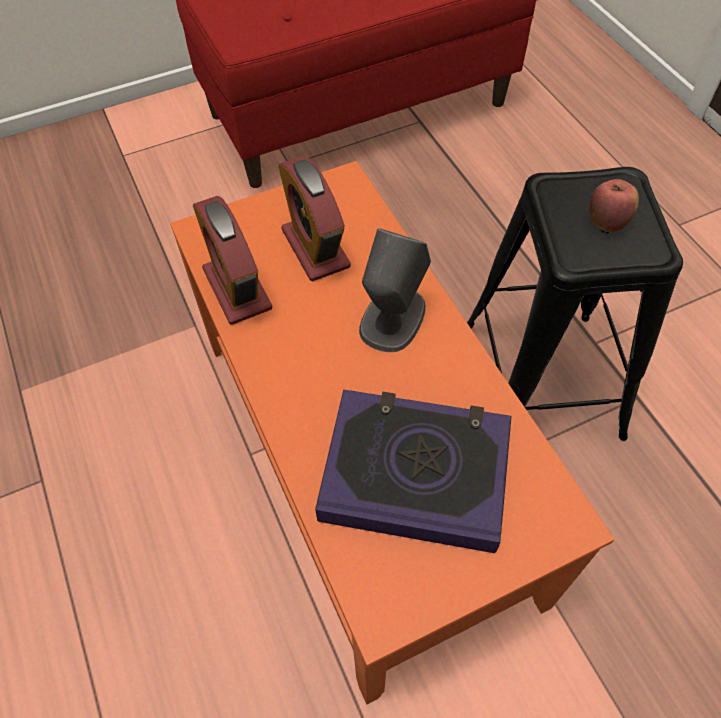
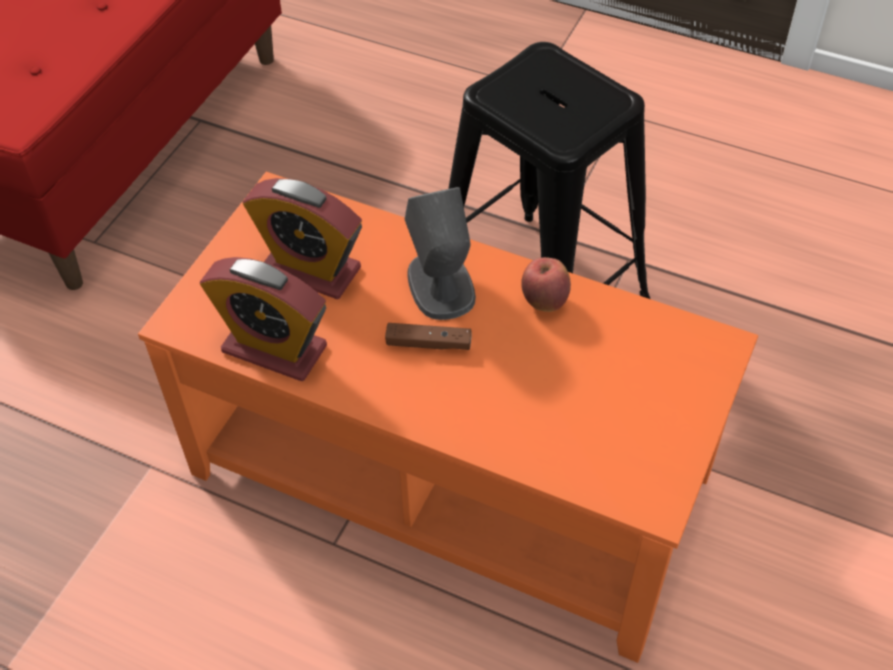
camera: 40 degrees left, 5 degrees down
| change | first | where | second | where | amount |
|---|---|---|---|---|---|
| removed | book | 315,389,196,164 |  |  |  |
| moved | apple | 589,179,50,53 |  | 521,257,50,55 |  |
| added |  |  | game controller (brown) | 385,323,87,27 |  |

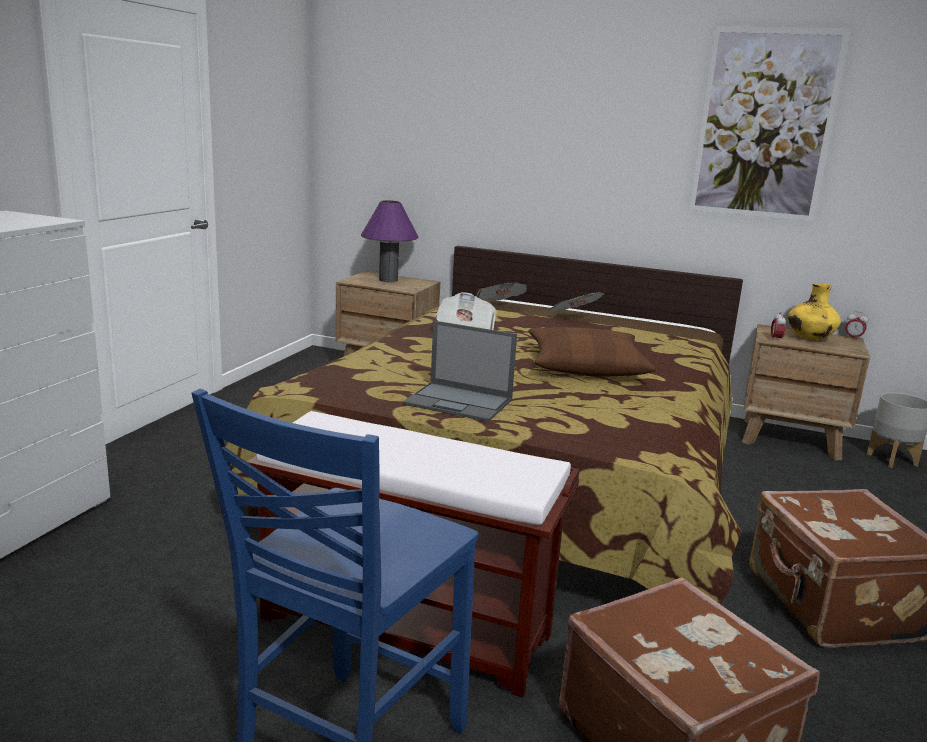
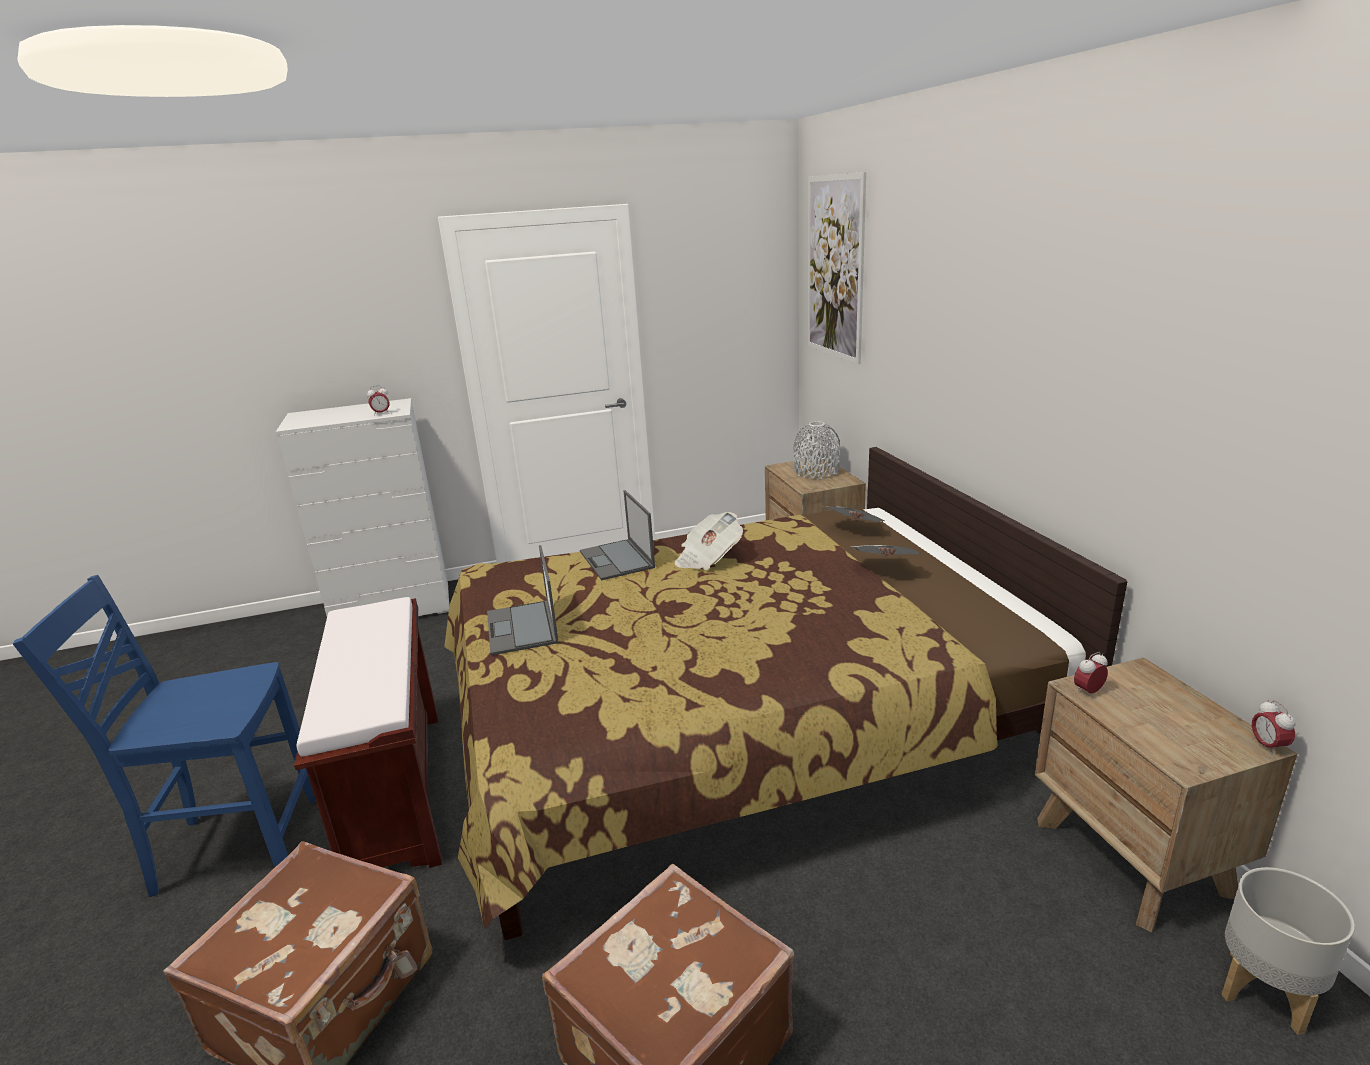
camera: 55 degrees right, 5 degrees up
| change | first | where | second | where | amount |
|---|---|---|---|---|---|
| replaced | table lamp (purple) | 361,200,57,82 | vase (grey) | 793,421,47,58 |  |
| removed | pillow (brown) | 528,327,128,50 |  |  |  |
| moved | picture | 689,26,161,196 |  | 807,172,59,192 |  |
| removed | vase (yellow) | 788,283,53,57 |  |  |  |
| added |  |  | alarm clock | 366,385,23,31 |  |
| added |  |  | laptop | 580,490,75,90 |  |

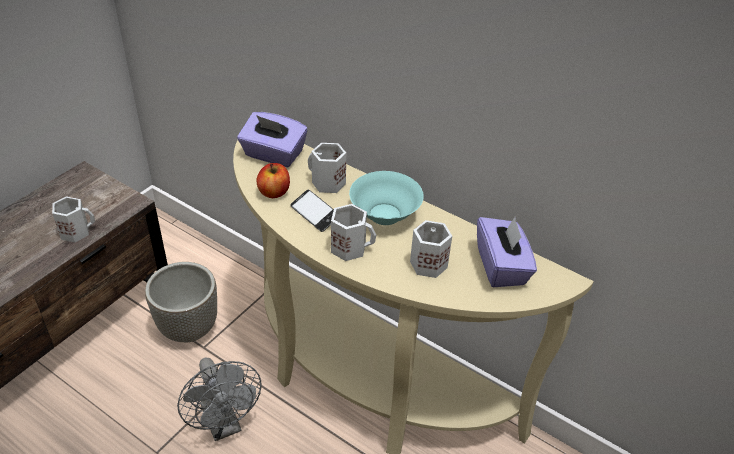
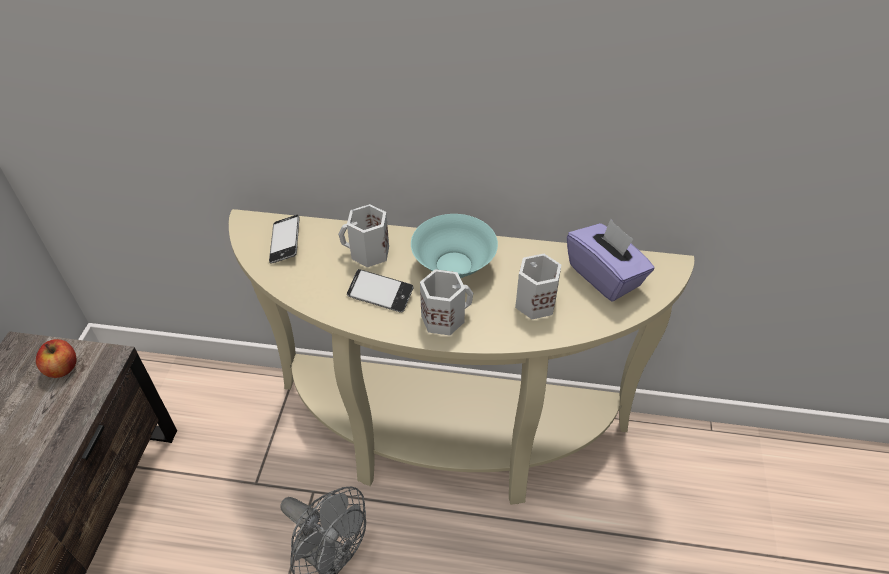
camera: 25 degrees left, 5 degrees up
| change | first | where | second | where | amount |
|---|---|---|---|---|---|
| removed | mug (white) | 52,196,43,46 |  |  |  |
| removed | planter | 145,262,72,80 |  |  |  |
| replaced | tissue box (purple) | 237,112,71,55 | phone | 269,215,31,49 |  |
| moved | apple | 256,163,34,35 |  | 36,339,41,39 |  |

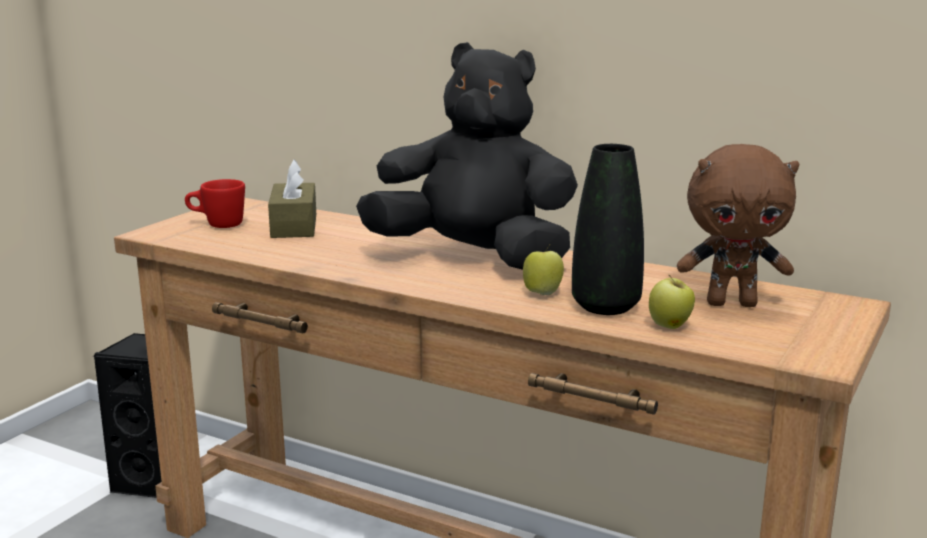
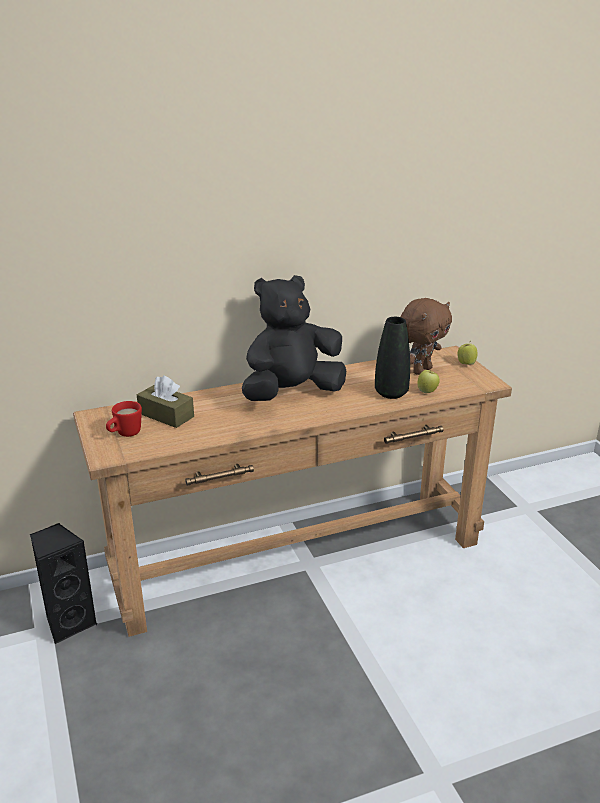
camera: 50 degrees left, 10 degrees up
| change | first | where | second | where | amount |
|---|---|---|---|---|---|
| moved | apple | 523,245,41,50 |  | 457,343,21,22 |  |

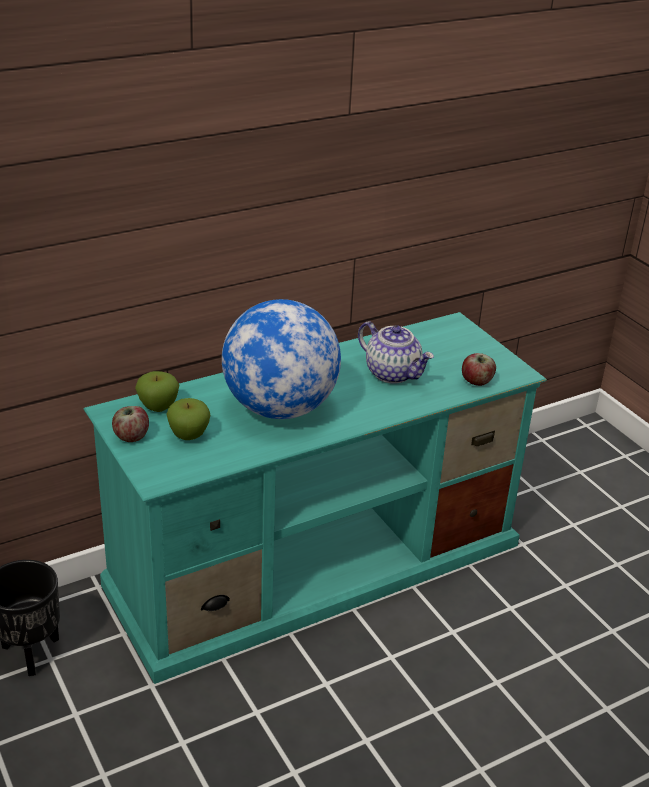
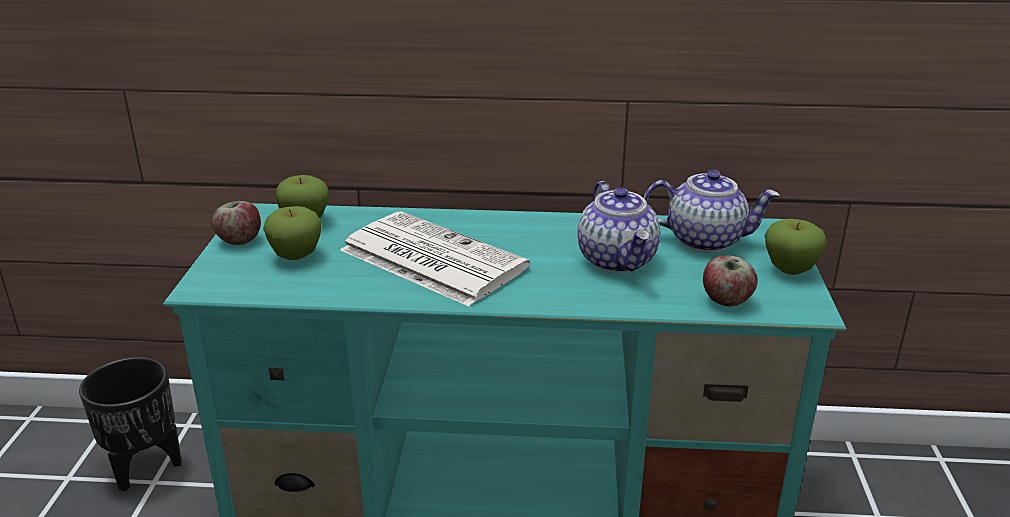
camera: 35 degrees right, 5 degrees down
| change | first | where | second | where | amount |
|---|---|---|---|---|---|
| replaced | globe | 222,299,119,120 | newspaper | 340,212,190,94 |  |
| added |  |  | teapot | 643,170,136,82 |  |
| added |  |  | apple | 765,219,62,56 |  |

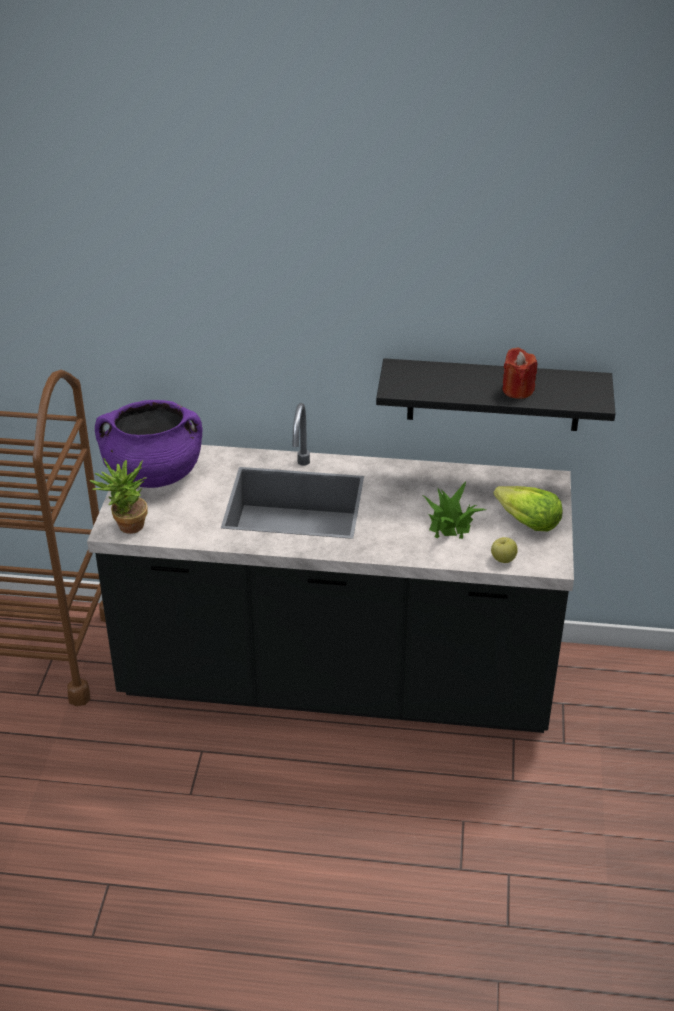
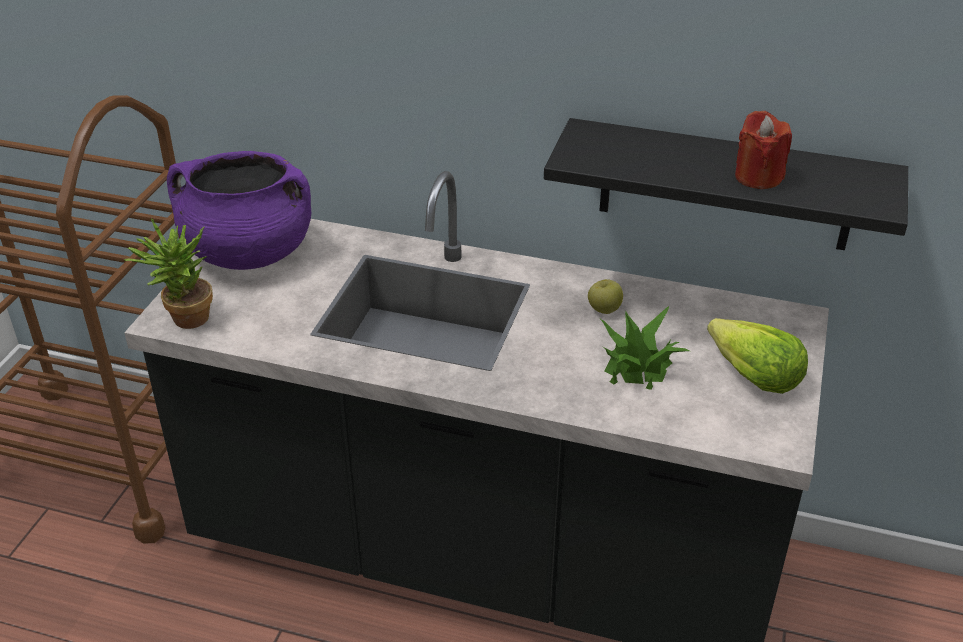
camera: 10 degrees right, 0 degrees up
| change | first | where | second | where | amount |
|---|---|---|---|---|---|
| moved | apple | 491,537,27,26 |  | 588,279,35,35 |  |

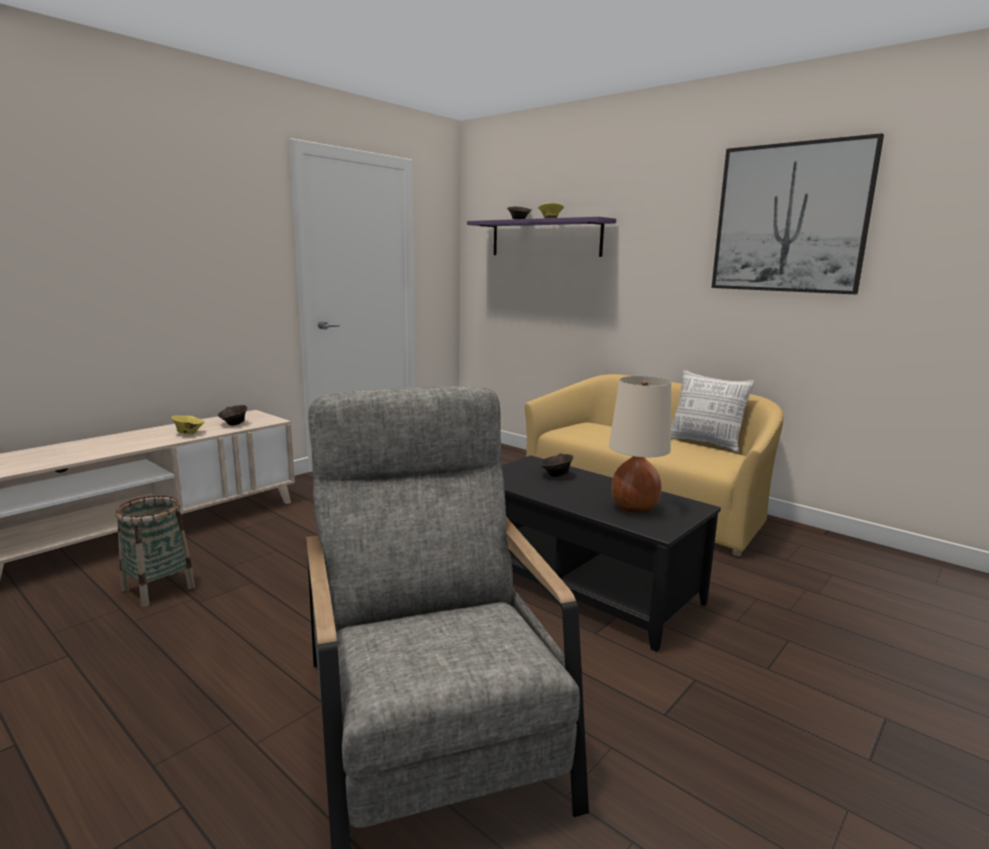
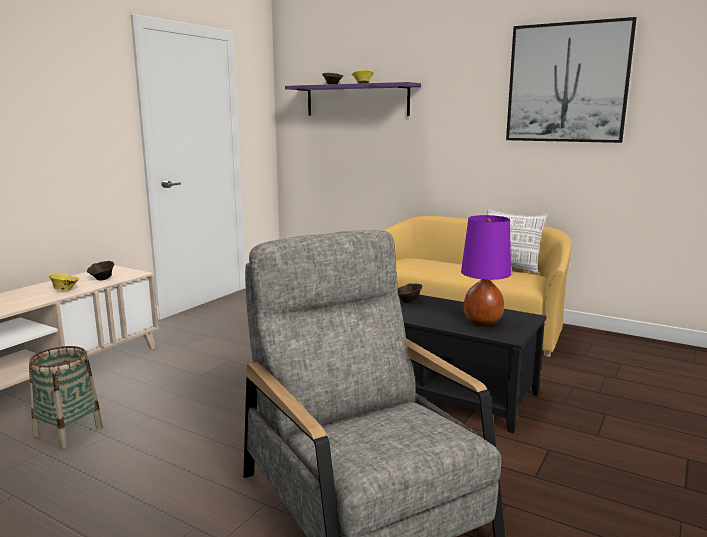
camera: 10 degrees left, 0 degrees up
| change | first | where | second | where | amount |
|---|---|---|---|---|---|
| recoloured | table lamp (beige) | 609,376,62,137 | table lamp (purple) | 461,215,50,111 |  |

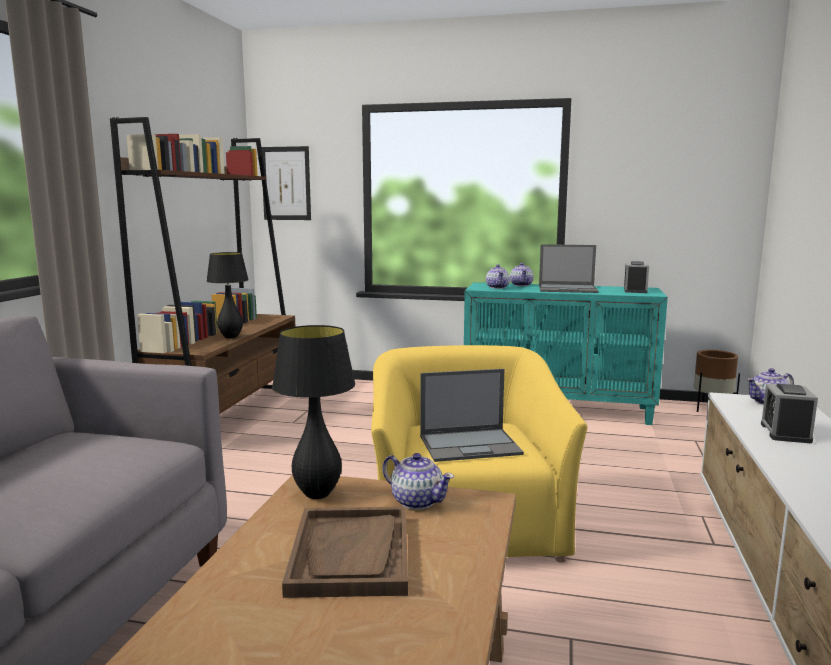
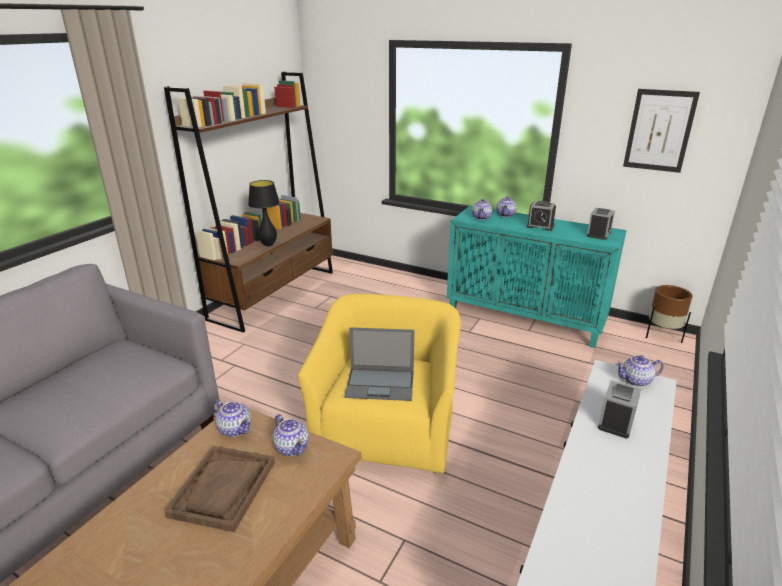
camera: 15 degrees right, 15 degrees up
| change | first | where | second | where | amount |
|---|---|---|---|---|---|
| moved | picture | 261,146,50,74 |  | 623,89,77,84 |  |
| replaced | table lamp (black) | 272,325,84,174 | teapot | 214,400,37,37 |  |
| replaced | laptop | 539,244,60,49 | alarm clock | 526,201,30,30 |  |

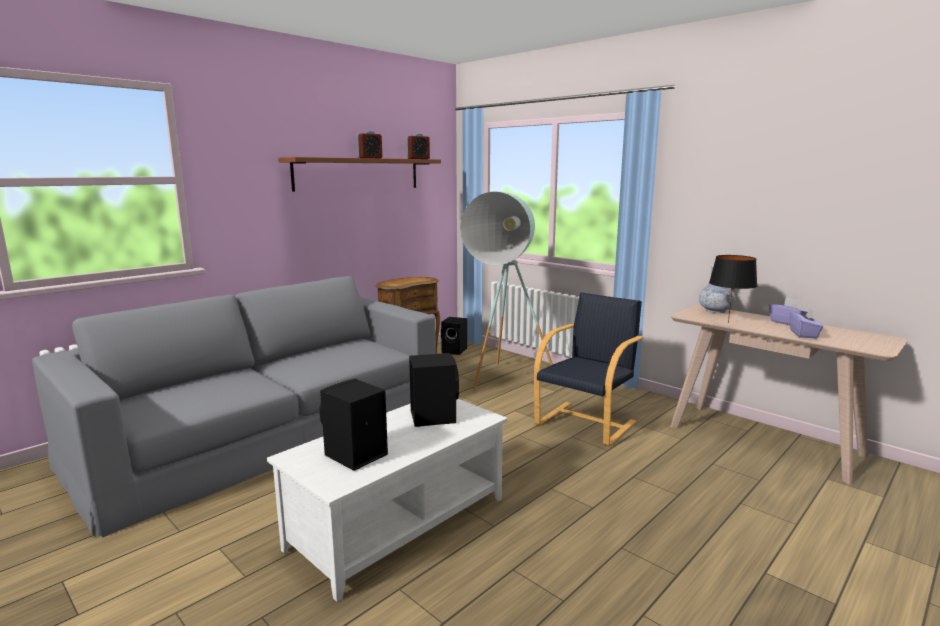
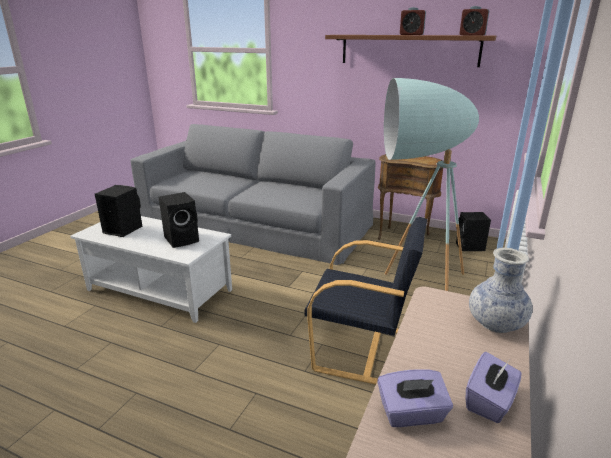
camera: 70 degrees right, 10 degrees up
| change | first | where | second | where | amount |
|---|---|---|---|---|---|
| removed | table lamp (black) | 709,255,48,68 |  |  |  |

